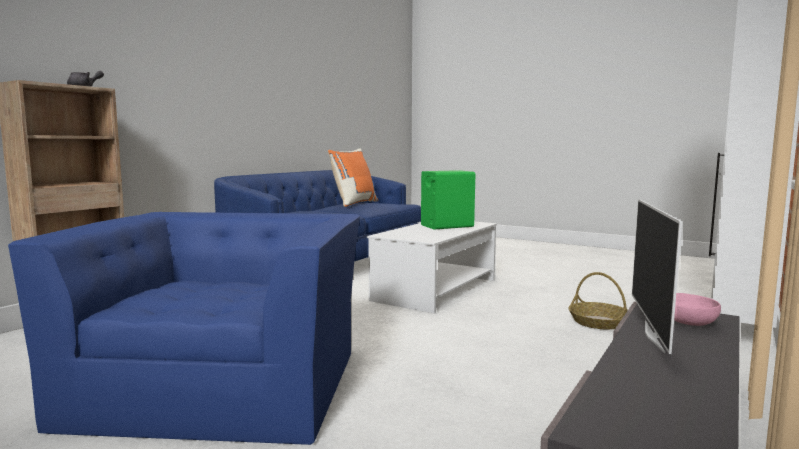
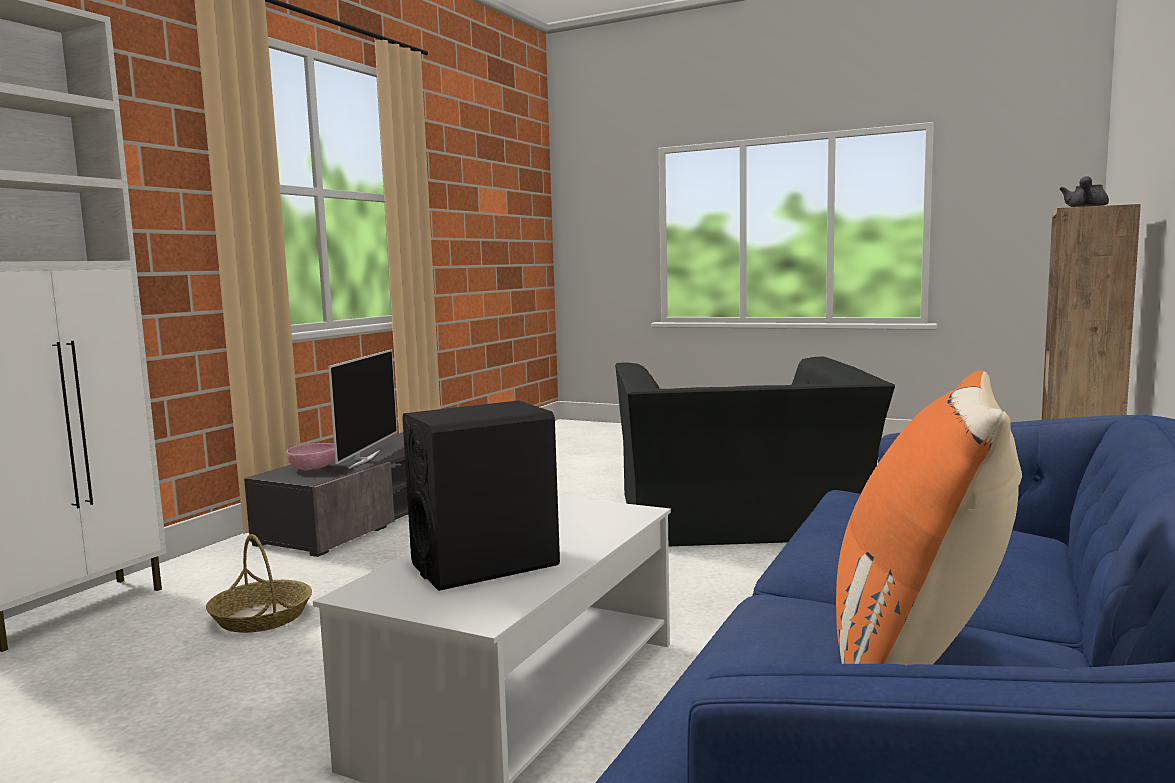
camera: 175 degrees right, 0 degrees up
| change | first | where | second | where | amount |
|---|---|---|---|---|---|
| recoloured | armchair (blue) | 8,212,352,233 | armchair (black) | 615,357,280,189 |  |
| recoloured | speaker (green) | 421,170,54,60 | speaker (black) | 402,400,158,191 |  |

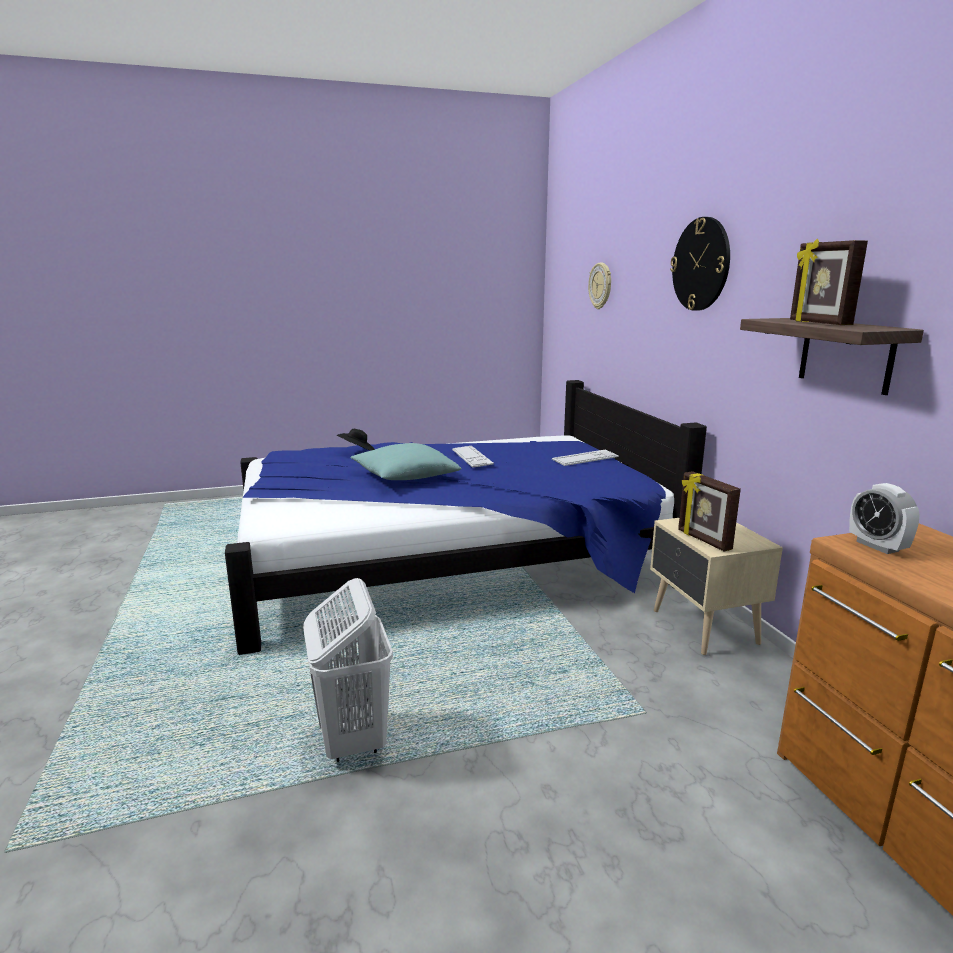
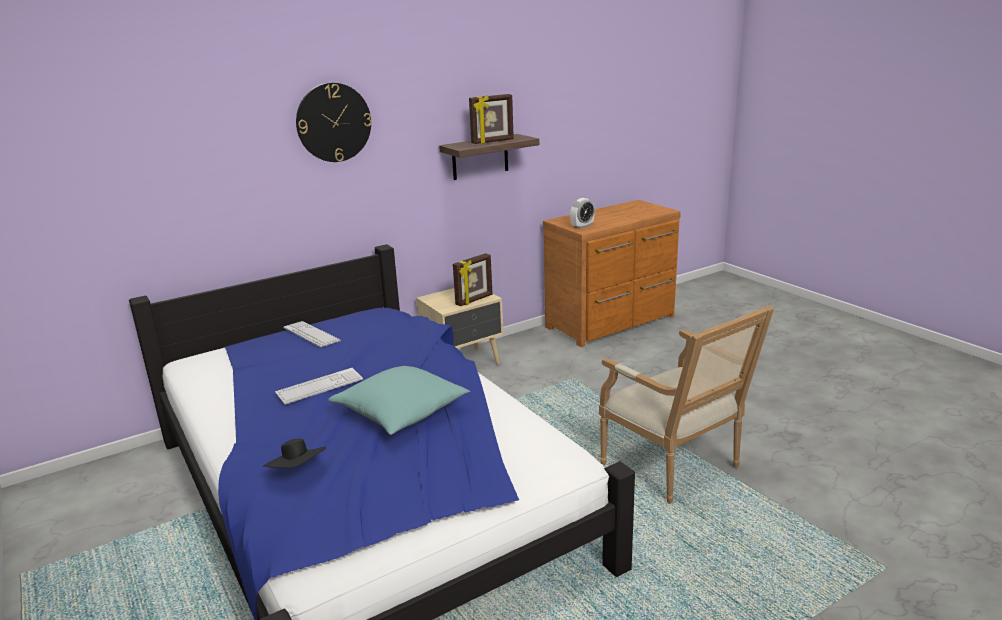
camera: 105 degrees left, 5 degrees up
| change | first | where | second | where | amount |
|---|---|---|---|---|---|
| replaced | laundry basket (white) | 303,578,90,184 | armchair | 599,306,175,198 |  |
| removed | wall clock | 588,263,23,46 |  |  |  |

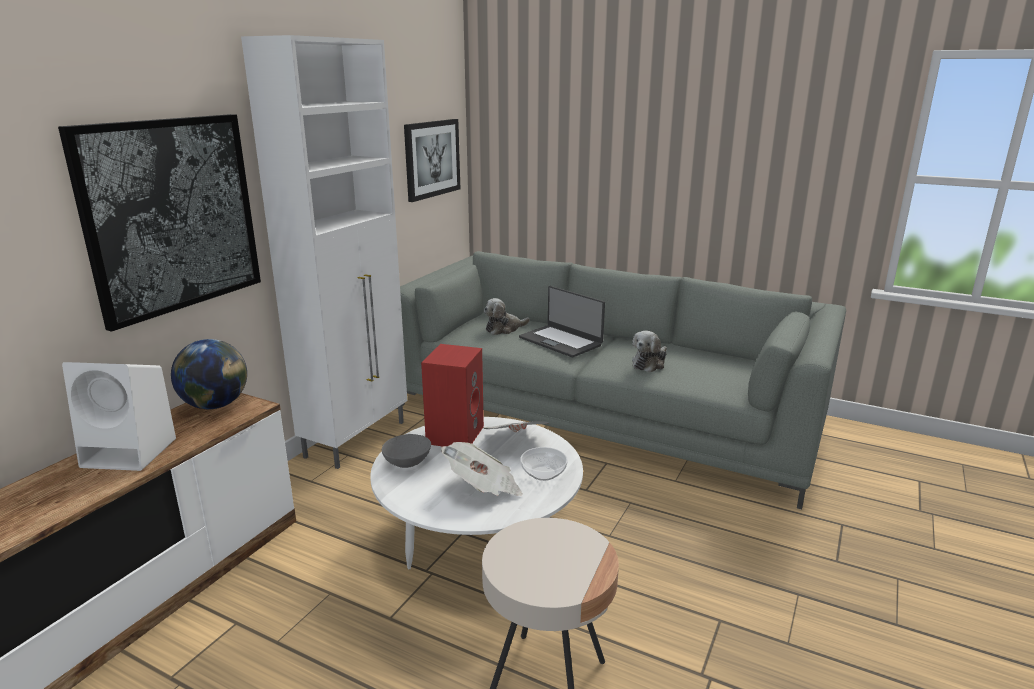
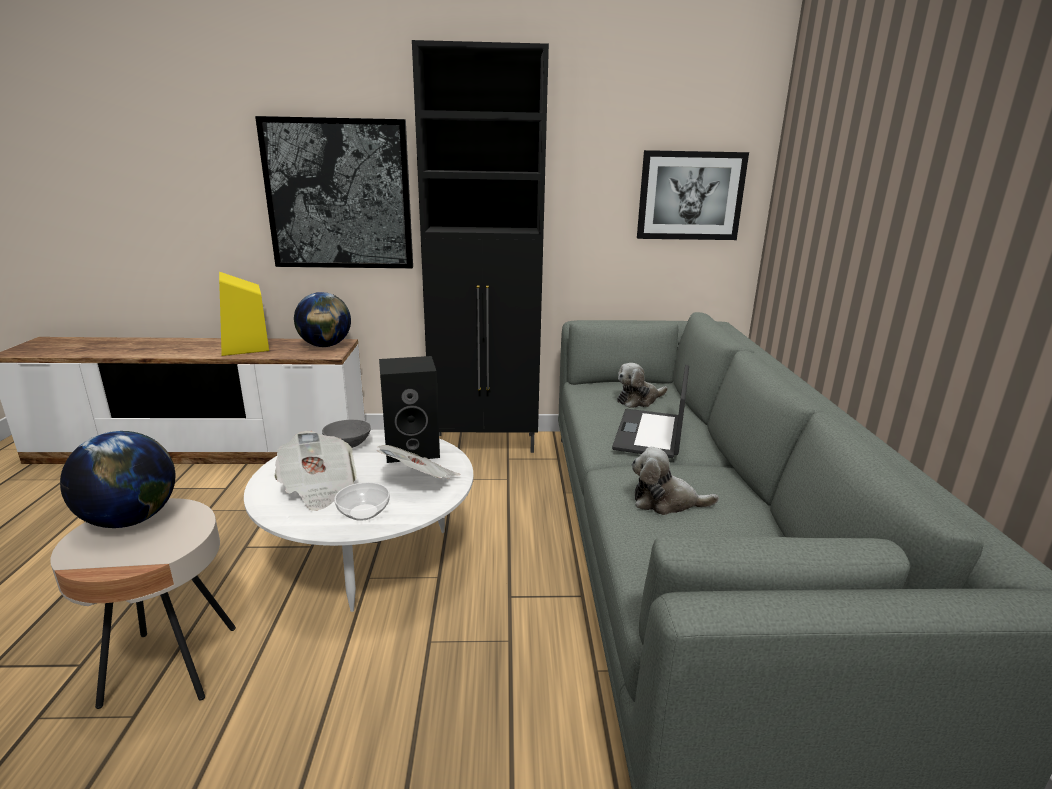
camera: 60 degrees right, 0 degrees up
| change | first | where | second | where | amount |
|---|---|---|---|---|---|
| recoloured | speaker (white) | 62,362,114,109 | speaker (yellow) | 219,272,50,84 |  |
| recoloured | cabinet (white) | 241,35,166,434 | cabinet (black) | 412,40,137,413 |  |
| recoloured | speaker (red) | 421,344,63,102 | speaker (black) | 379,356,61,107 |  |
| turned | plush toy | 484,298,46,37 |  | 617,363,51,45 | 60 degrees counterclockwise |
| added |  |  | globe | 60,431,116,97 |  |

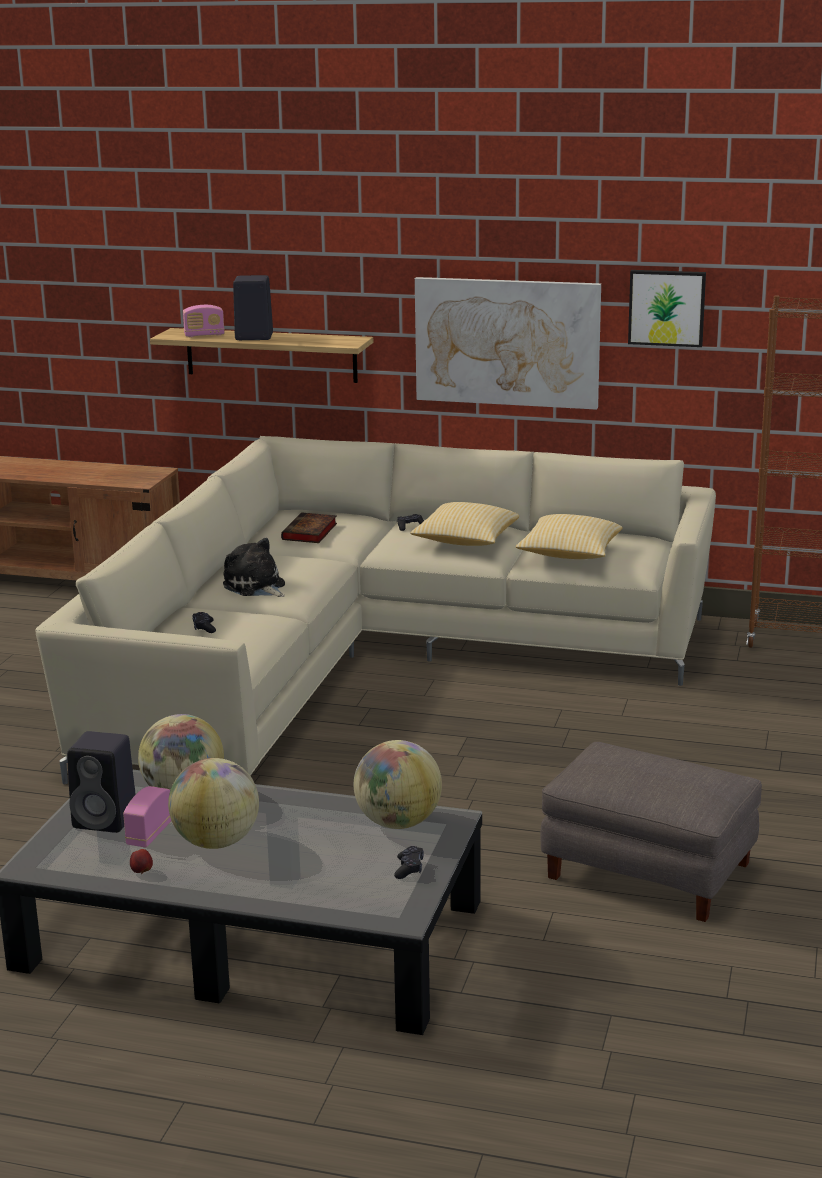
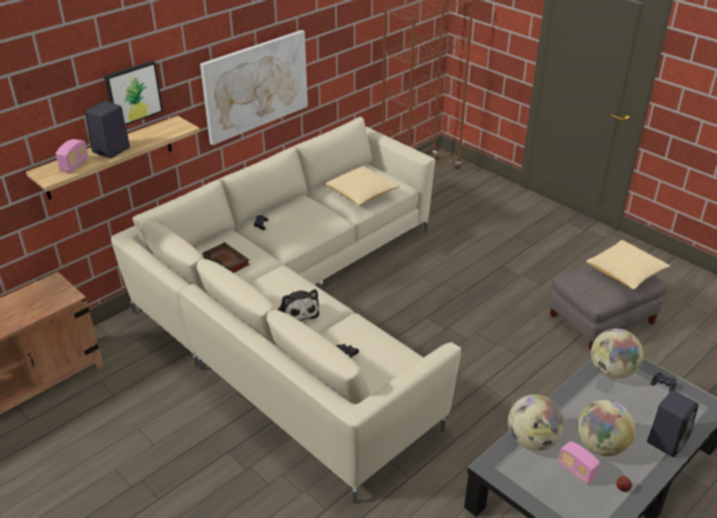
camera: 60 degrees left, 15 degrees up
| change | first | where | second | where | amount |
|---|---|---|---|---|---|
| moved | speaker (black) | 67,731,69,102 |  | 647,390,52,67 |  |
| turned | plush toy | 223,538,62,59 |  | 277,289,42,32 | 105 degrees counterclockwise |
| moved | pillow | 410,502,109,44 |  | 586,240,84,50 |  |
| moved | picture | 628,270,78,77 |  | 104,61,59,64 |  |

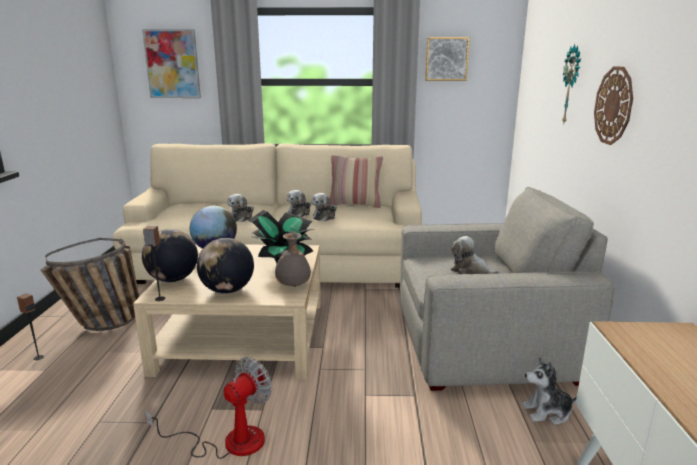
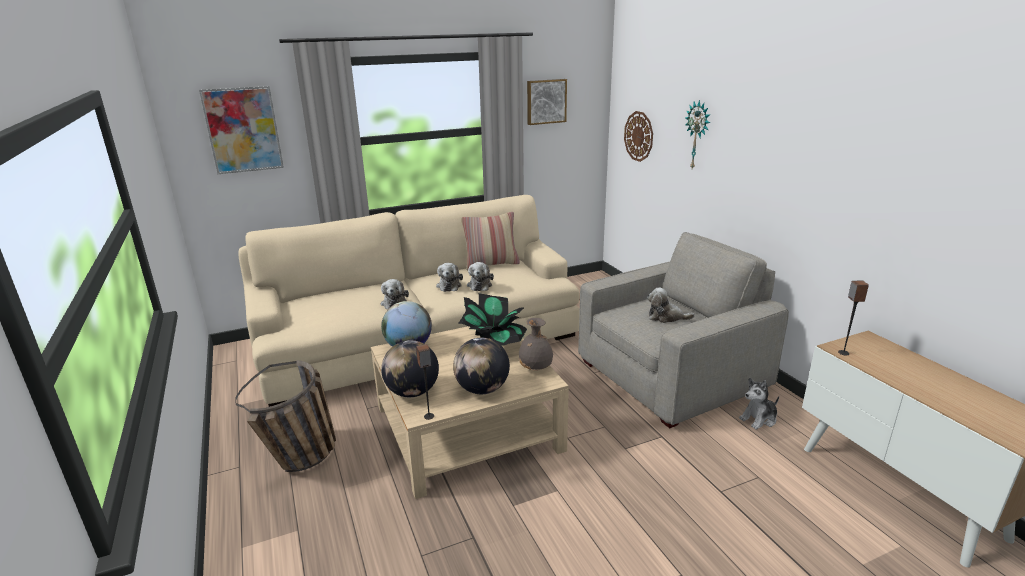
camera: 25 degrees left, 5 degrees up
| change | first | where | second | where | amount |
|---|---|---|---|---|---|
| moved | speaker | 17,293,27,67 |  | 838,280,31,76 |  |
| removed | fan | 145,358,127,101 |  |  |  |
| moved | wall clock | 594,66,39,79 |  | 624,111,29,51 |  |

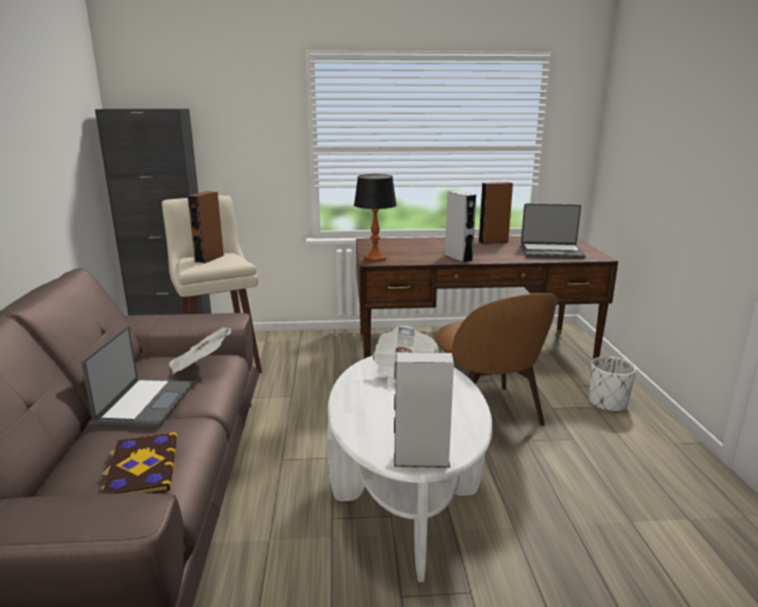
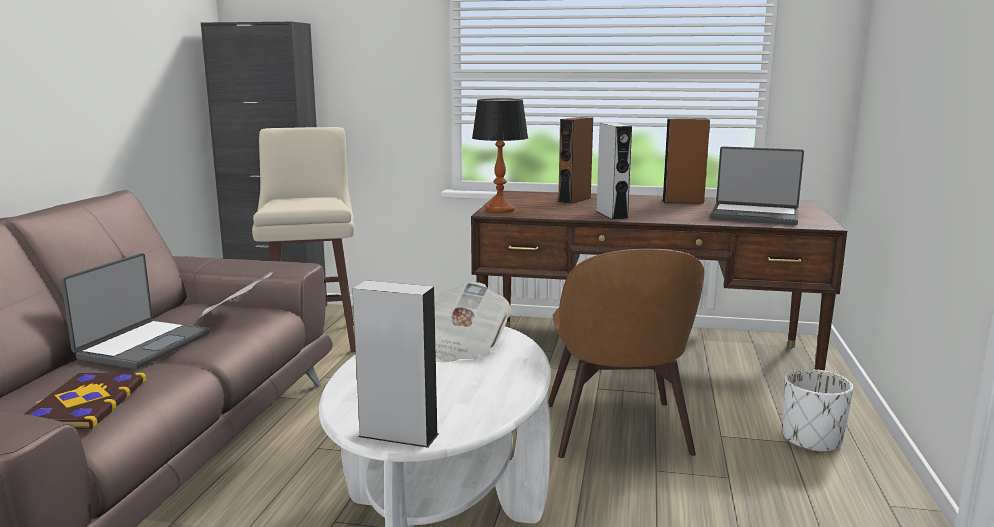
camera: 15 degrees right, 5 degrees down
| change | first | where | second | where | amount |
|---|---|---|---|---|---|
| moved | speaker (brown) | 187,191,37,72 |  | 558,117,35,87 |  |

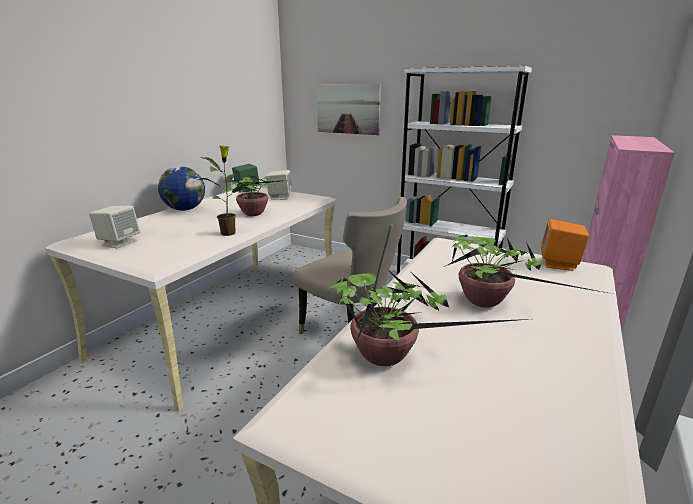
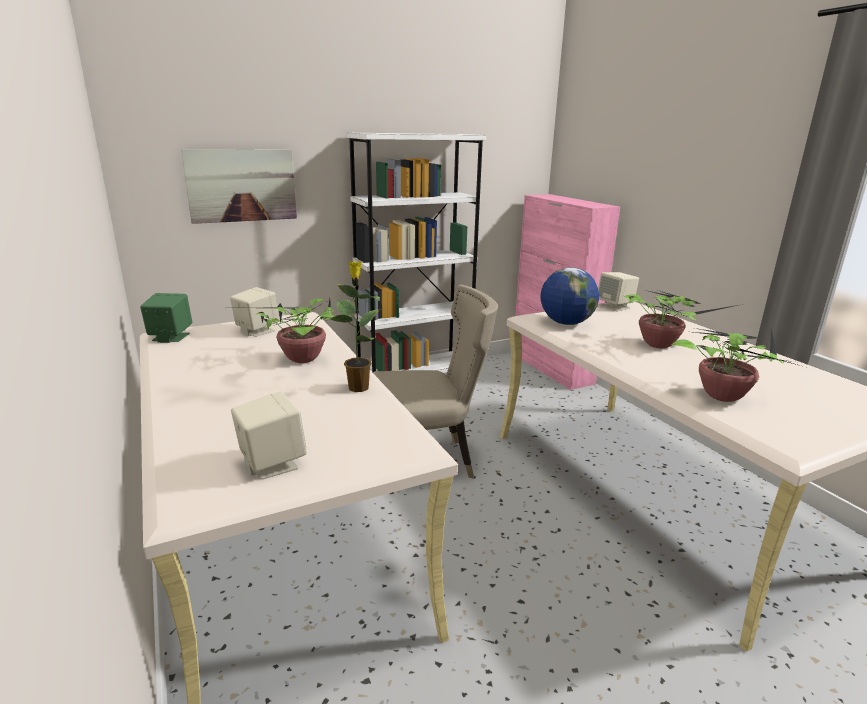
camera: 55 degrees left, 0 degrees up
| change | first | where | second | where | amount |
|---|---|---|---|---|---|
| moved | globe | 158,166,47,45 |  | 541,267,58,58 |  |
| recoloured | speaker (orange) | 541,219,48,52 | speaker (beige) | 598,272,41,39 |  |

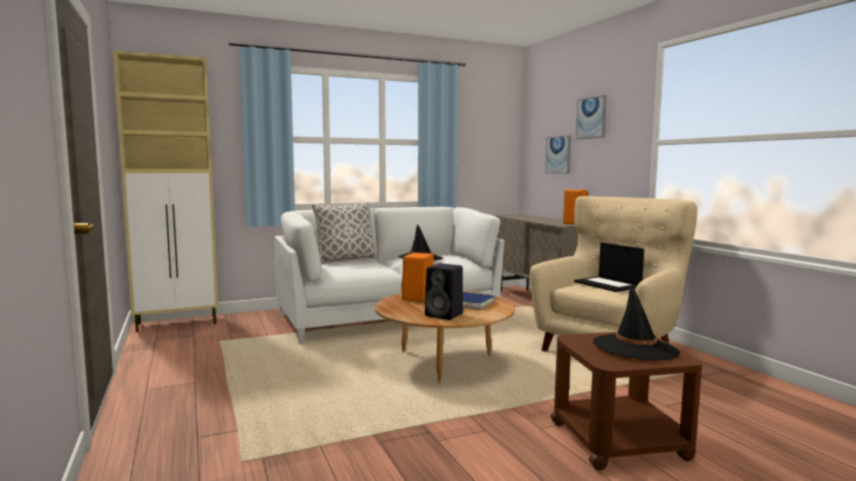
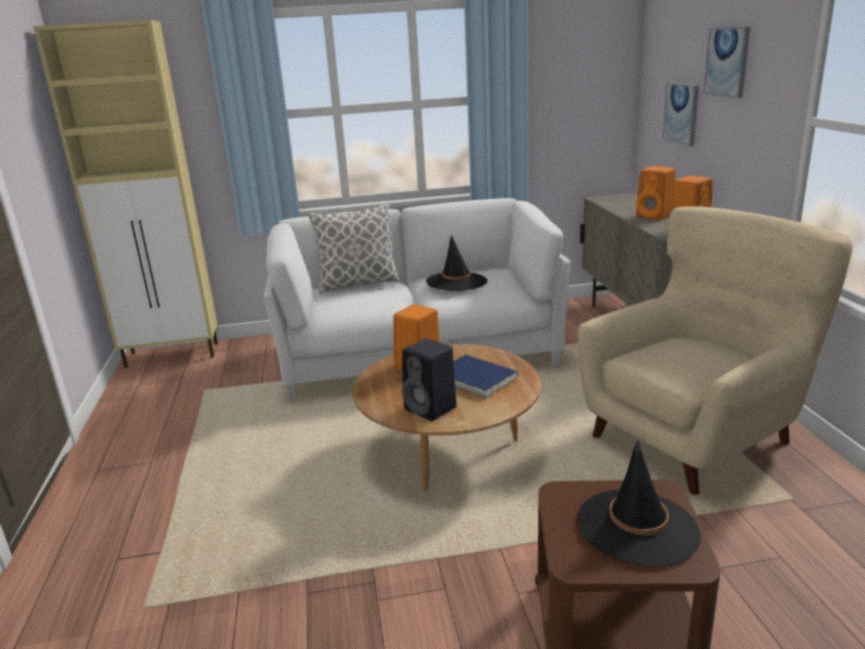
camera: 15 degrees right, 15 degrees up
| change | first | where | second | where | amount |
|---|---|---|---|---|---|
| removed | laptop | 574,242,70,50 |  |  |  |
| added |  |  | speaker (orange) | 636,166,39,54 |  |

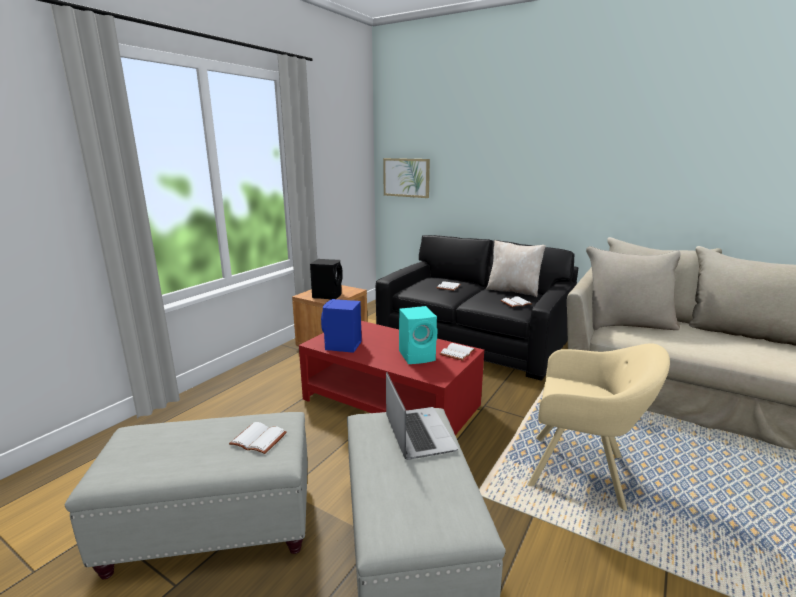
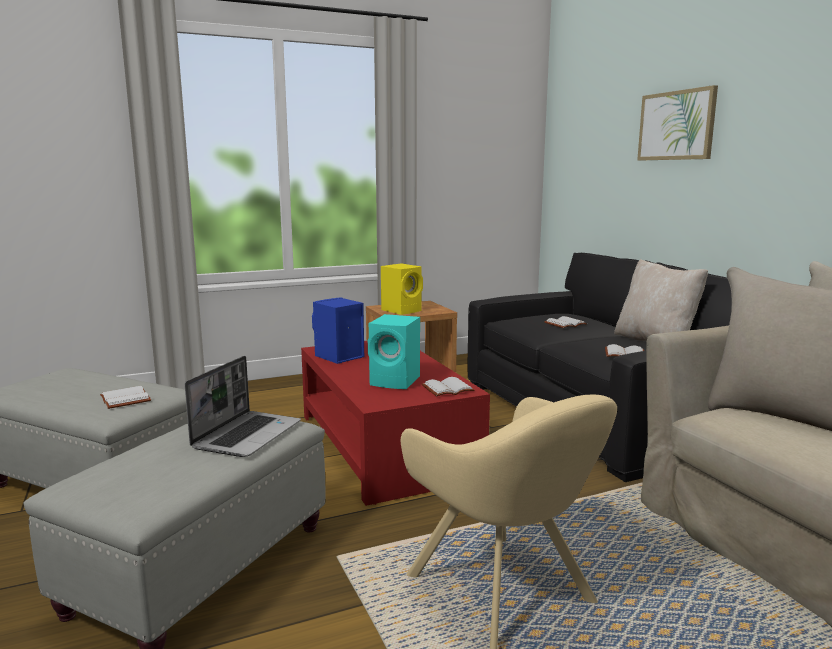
camera: 35 degrees right, 5 degrees down
| change | first | where | second | where | amount |
|---|---|---|---|---|---|
| recoloured | speaker (black) | 310,259,33,40 | speaker (yellow) | 381,263,42,52 |  |
| moved | picture | 383,158,47,40 |  | 637,85,81,75 |  |

